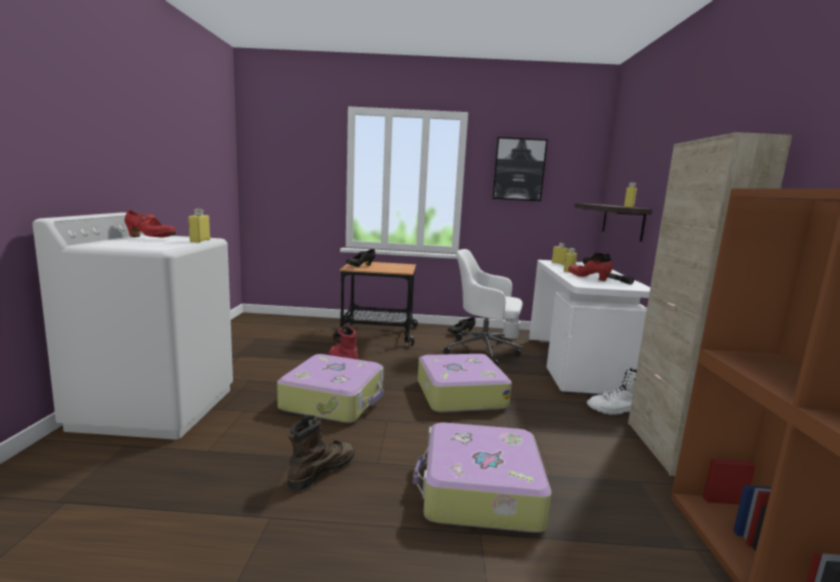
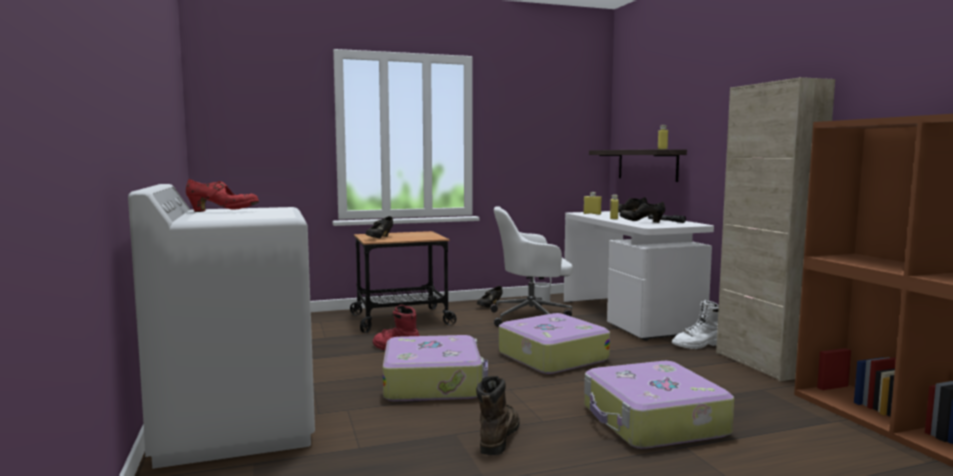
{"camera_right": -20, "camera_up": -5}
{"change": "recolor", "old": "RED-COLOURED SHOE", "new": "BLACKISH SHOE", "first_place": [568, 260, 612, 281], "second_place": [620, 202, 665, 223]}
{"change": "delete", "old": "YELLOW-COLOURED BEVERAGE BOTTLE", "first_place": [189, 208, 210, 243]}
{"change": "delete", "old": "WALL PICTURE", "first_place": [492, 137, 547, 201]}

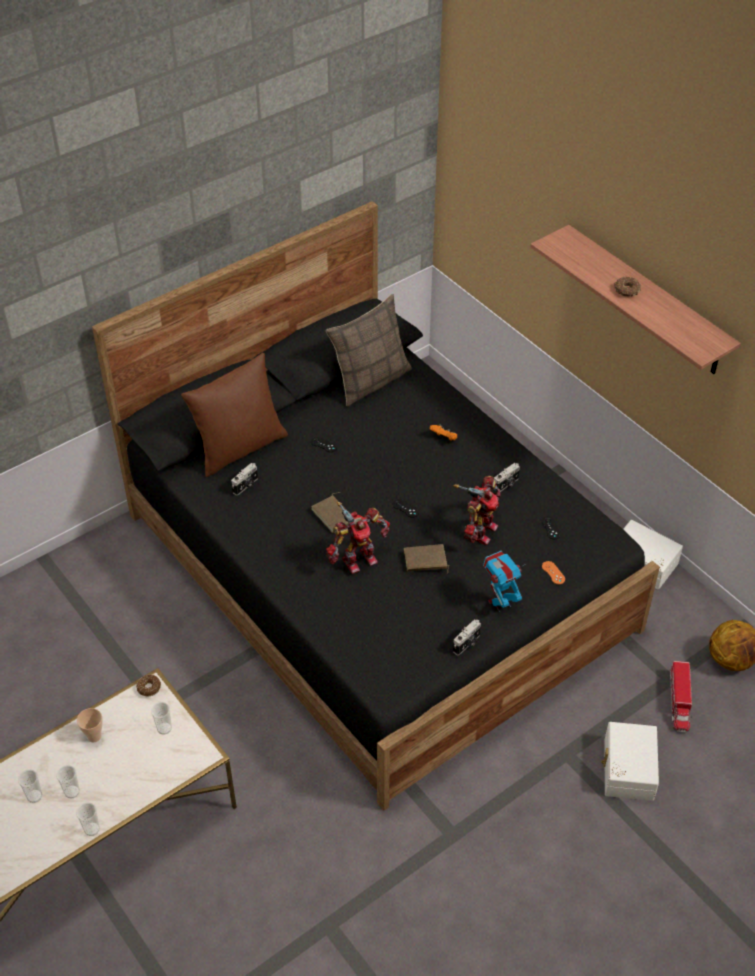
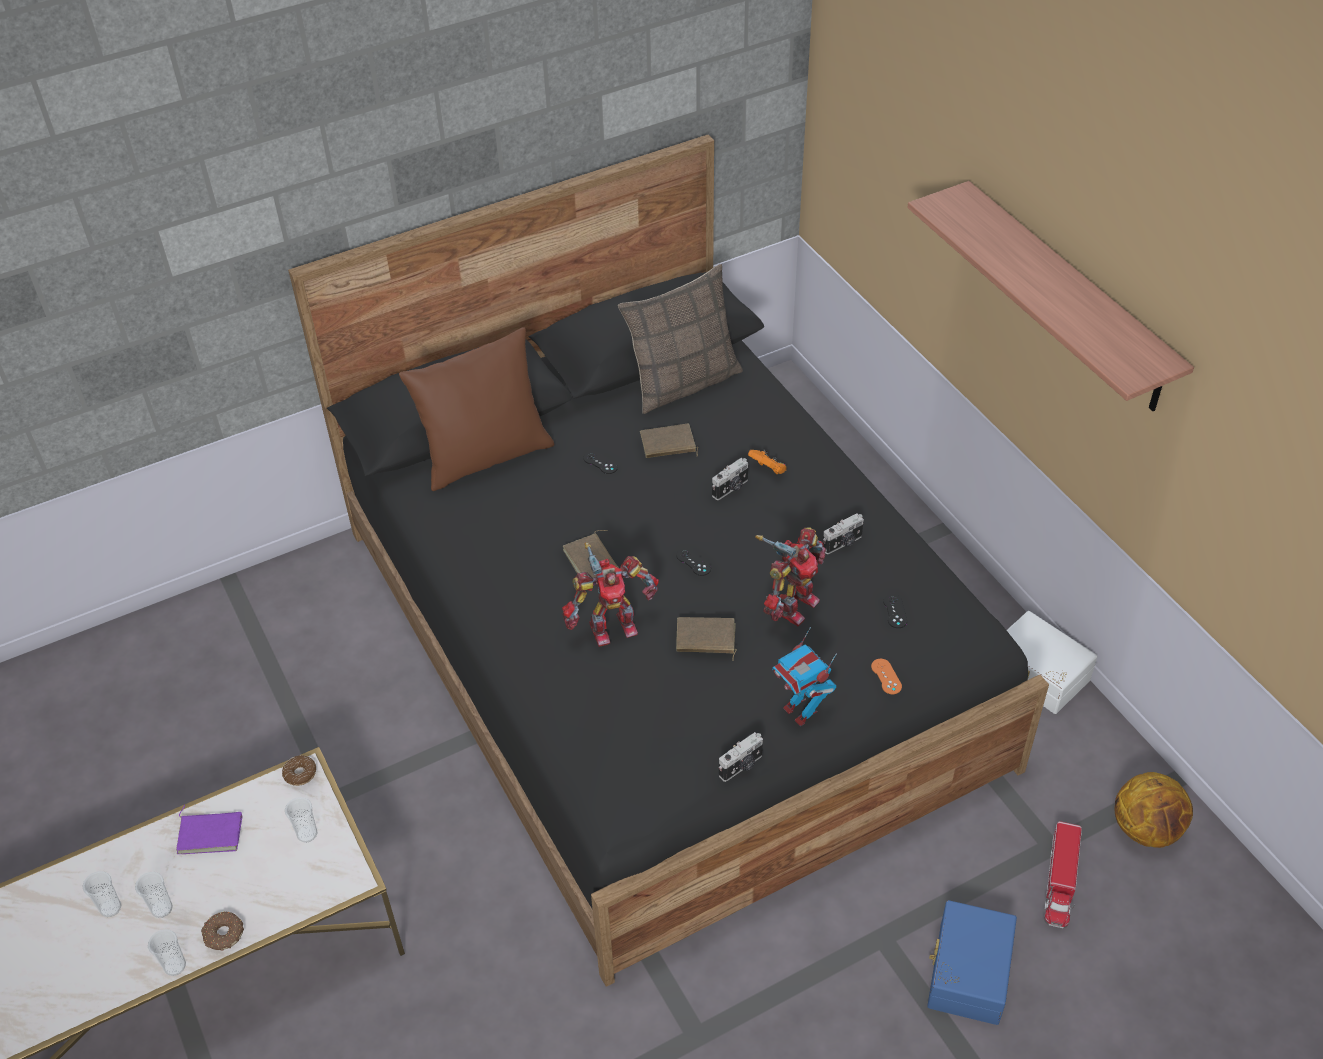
{"camera_right": 10, "camera_up": 0}
{"change": "replace", "old": "CUP", "new": "PURPLE-COLOURED BOOK", "first_place": [77, 708, 103, 742], "second_place": [176, 805, 243, 854]}
{"change": "move", "old": "DOUGHNUT", "first_place": [614, 277, 641, 297], "second_place": [201, 911, 244, 951]}
{"change": "insert", "new": "BROWNISH BOOK", "second_place": [640, 424, 698, 458]}
{"change": "move", "old": "PHOTO CAMERA", "first_place": [231, 463, 258, 496], "second_place": [712, 458, 748, 500]}
{"change": "rotate", "old": "TOY ROBOT", "first_place": [483, 551, 525, 612], "second_place": [772, 627, 837, 726], "degrees": -105}
{"change": "recolor", "old": "WHITISH STORAGE BIN", "new": "BLUE-COLOURED STORAGE BIN", "first_place": [601, 722, 659, 801], "second_place": [927, 900, 1017, 1025]}

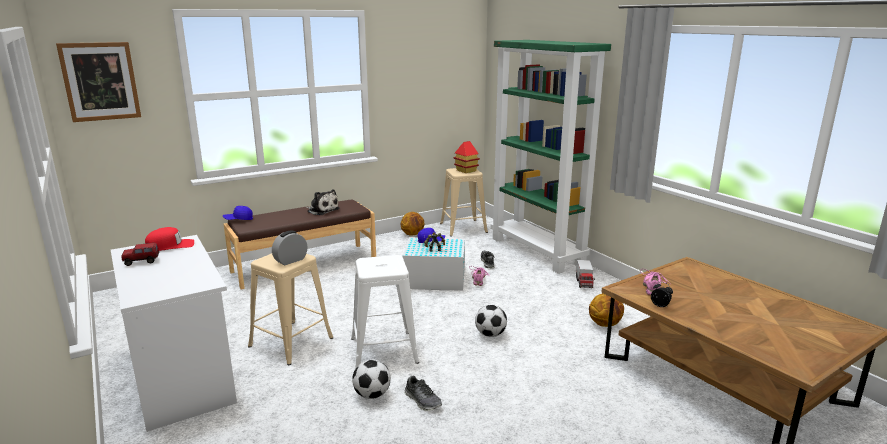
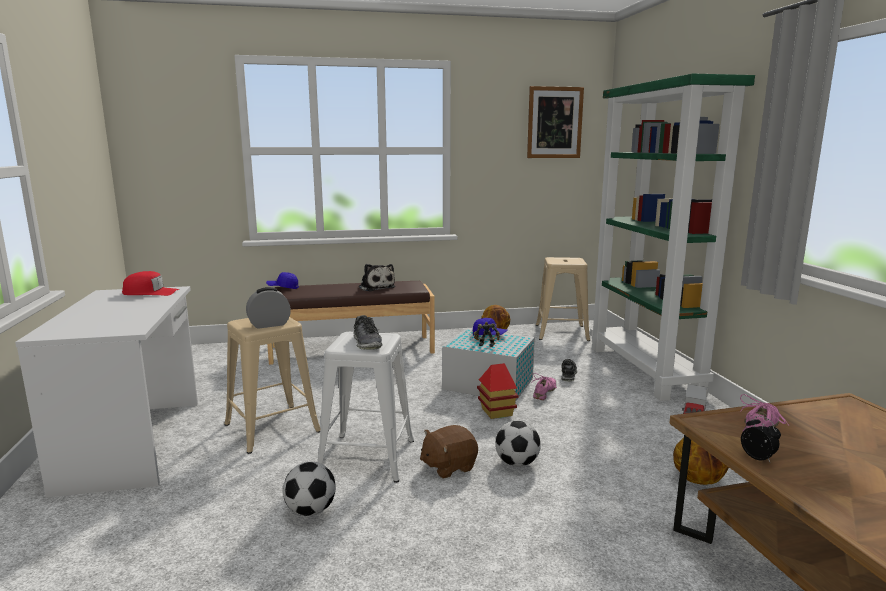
{"camera_right": 20, "camera_up": -5}
{"change": "move", "old": "SHOE", "first_place": [404, 376, 442, 411], "second_place": [353, 315, 383, 350]}
{"change": "insert", "new": "BROWNISH SOFT TOY", "second_place": [420, 425, 478, 479]}
{"change": "move", "old": "TOY HOUSE", "first_place": [453, 141, 480, 173], "second_place": [477, 363, 519, 419]}
{"change": "move", "old": "WALL PICTURE", "first_place": [56, 42, 141, 122], "second_place": [527, 86, 584, 158]}
{"change": "delete", "old": "TOY LORRY", "first_place": [121, 243, 159, 266]}

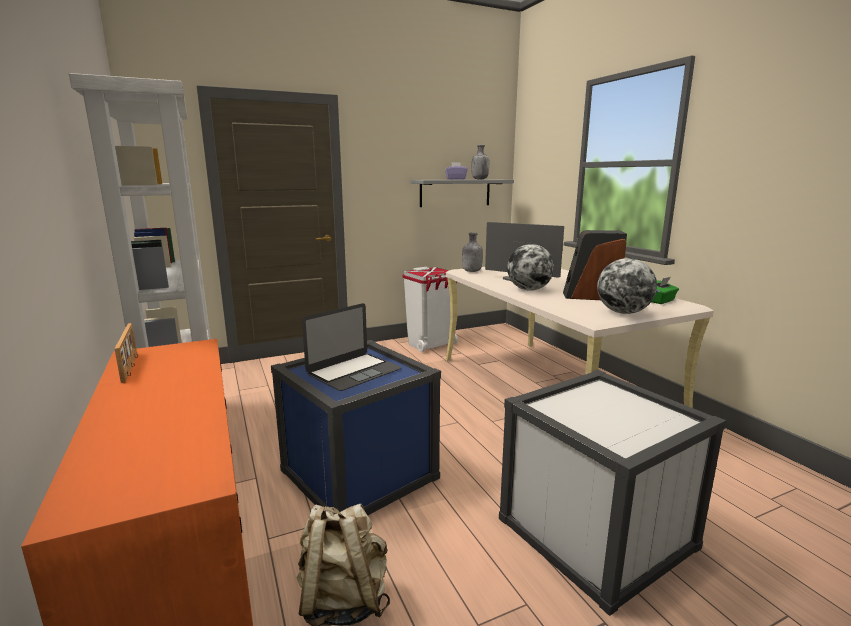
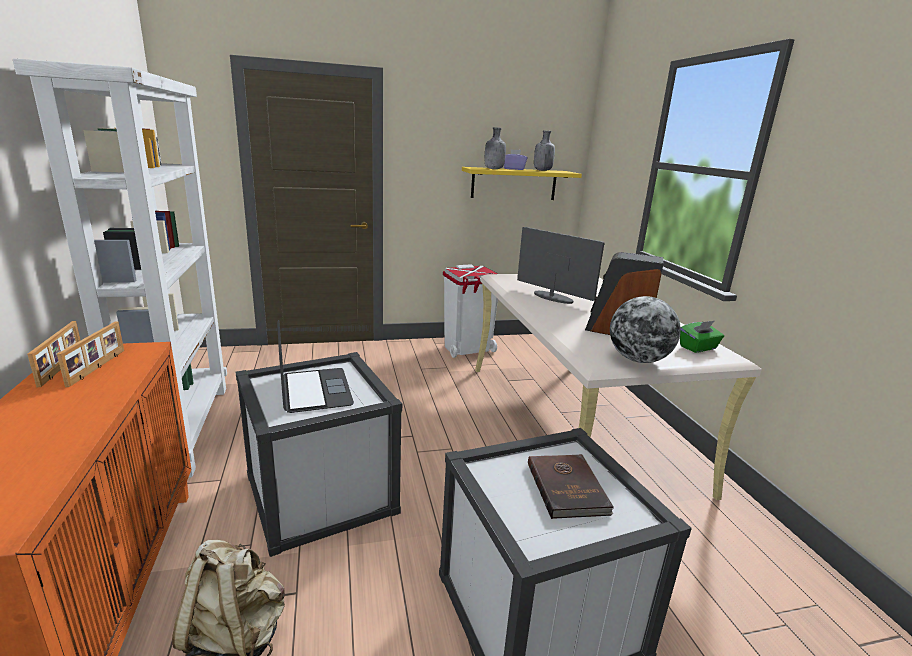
{"camera_right": 10, "camera_up": 5}
{"change": "insert", "new": "STANDING FRAME", "second_place": [57, 321, 124, 387]}
{"change": "recolor", "old": "BLUE-COLOURED STORAGE BIN", "new": "WHITISH STORAGE BIN", "first_place": [271, 340, 441, 515], "second_place": [236, 352, 402, 557]}
{"change": "rotate", "old": "NOTEBOOK COMPUTER", "first_place": [302, 303, 401, 391], "second_place": [277, 320, 354, 413], "degrees": -75}
{"change": "recolor", "old": "GREYISH WALL SHELF", "new": "YELLOW-COLOURED WALL SHELF", "first_place": [410, 180, 514, 207], "second_place": [462, 167, 582, 200]}
{"change": "move", "old": "GREYISH BEVERAGE BOTTLE", "first_place": [462, 233, 483, 272], "second_place": [485, 127, 506, 169]}
{"change": "insert", "new": "BROWNISH BOOK", "second_place": [528, 454, 614, 519]}
{"change": "delete", "old": "GLOBE", "first_place": [507, 244, 554, 291]}

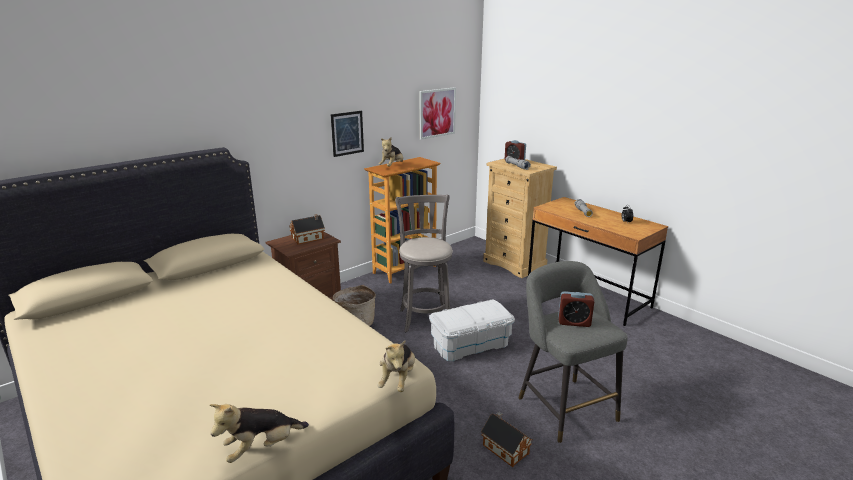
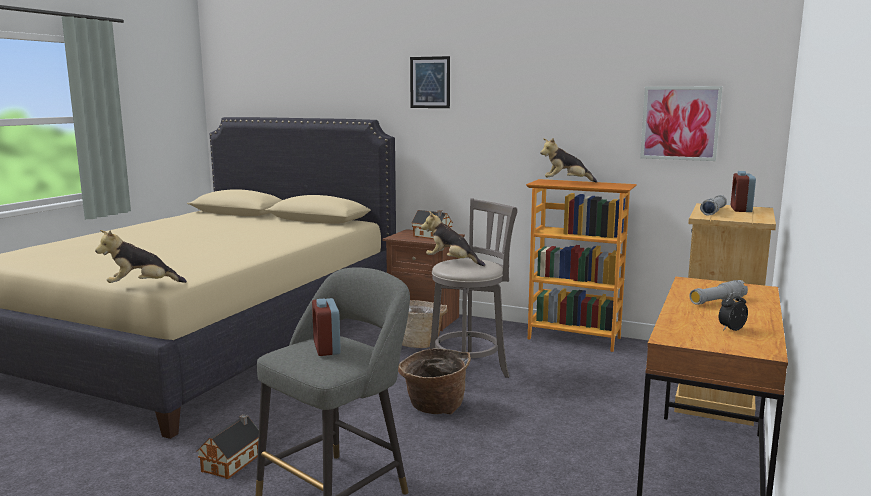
{"camera_right": 65, "camera_up": -10}
{"change": "replace", "old": "WHITISH STORAGE BIN", "new": "BASKET", "first_place": [429, 299, 515, 361], "second_place": [398, 348, 471, 414]}
{"change": "move", "old": "WALL PICTURE", "first_place": [331, 111, 364, 157], "second_place": [410, 56, 450, 108]}
{"change": "move", "old": "SOFT TOY", "first_place": [210, 404, 309, 463], "second_place": [421, 211, 485, 266]}

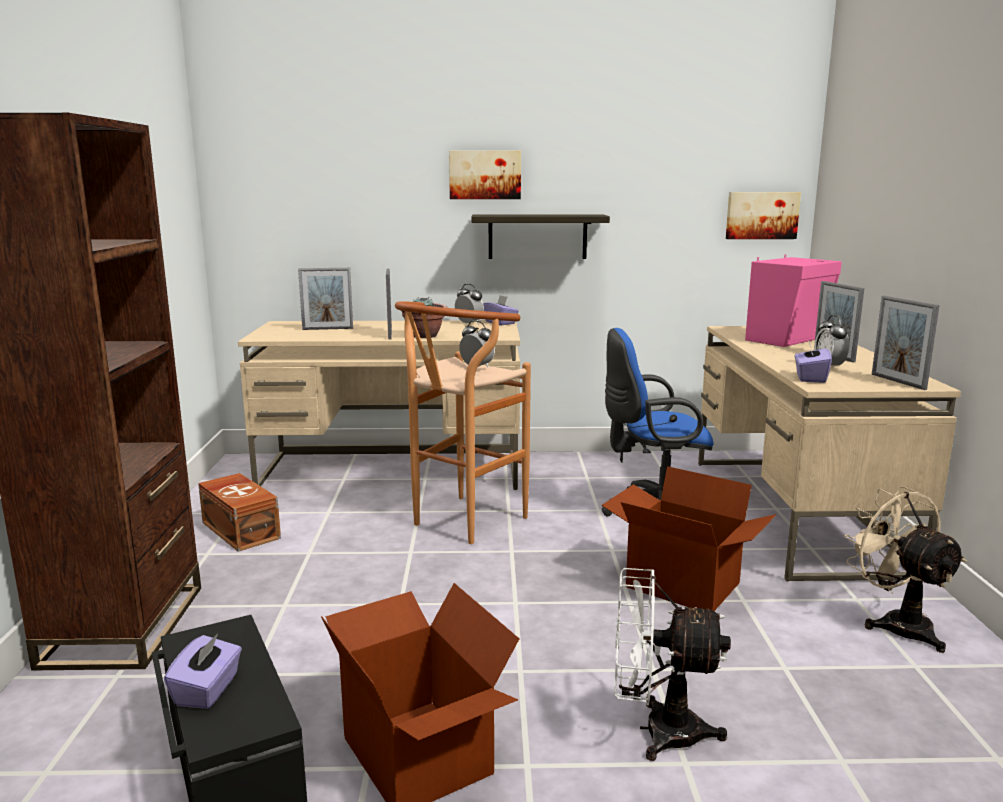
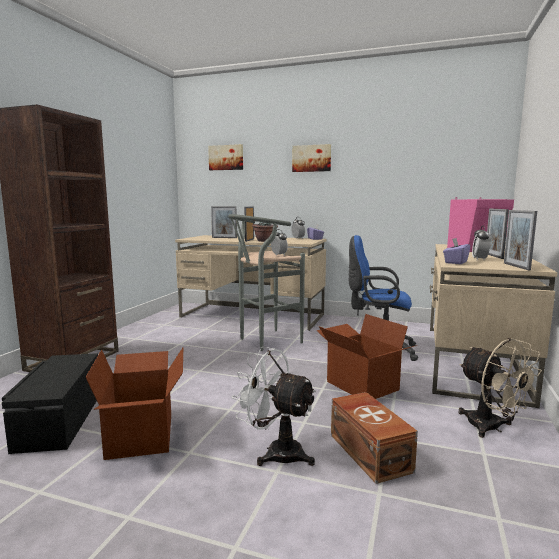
{"camera_right": 20, "camera_up": -5}
{"change": "move", "old": "WALL PICTURE", "first_place": [726, 192, 801, 239], "second_place": [208, 144, 243, 170]}
{"change": "recolor", "old": "BROWNISH STOOL SEAT", "new": "GREYISH STOOL SEAT", "first_place": [395, 301, 531, 544], "second_place": [228, 214, 305, 351]}
{"change": "move", "old": "BROWNISH STORAGE BIN", "first_place": [198, 473, 281, 552], "second_place": [331, 392, 418, 484]}
{"change": "rotate", "old": "BEIGE ELECTRIC FAN", "first_place": [844, 486, 967, 653], "second_place": [459, 338, 542, 438], "degrees": 150}
{"change": "delete", "old": "PURPLE-COLOURED BOX OF TISSUES", "first_place": [164, 633, 242, 709]}
{"change": "delete", "old": "WALL SHELF", "first_place": [471, 214, 610, 259]}

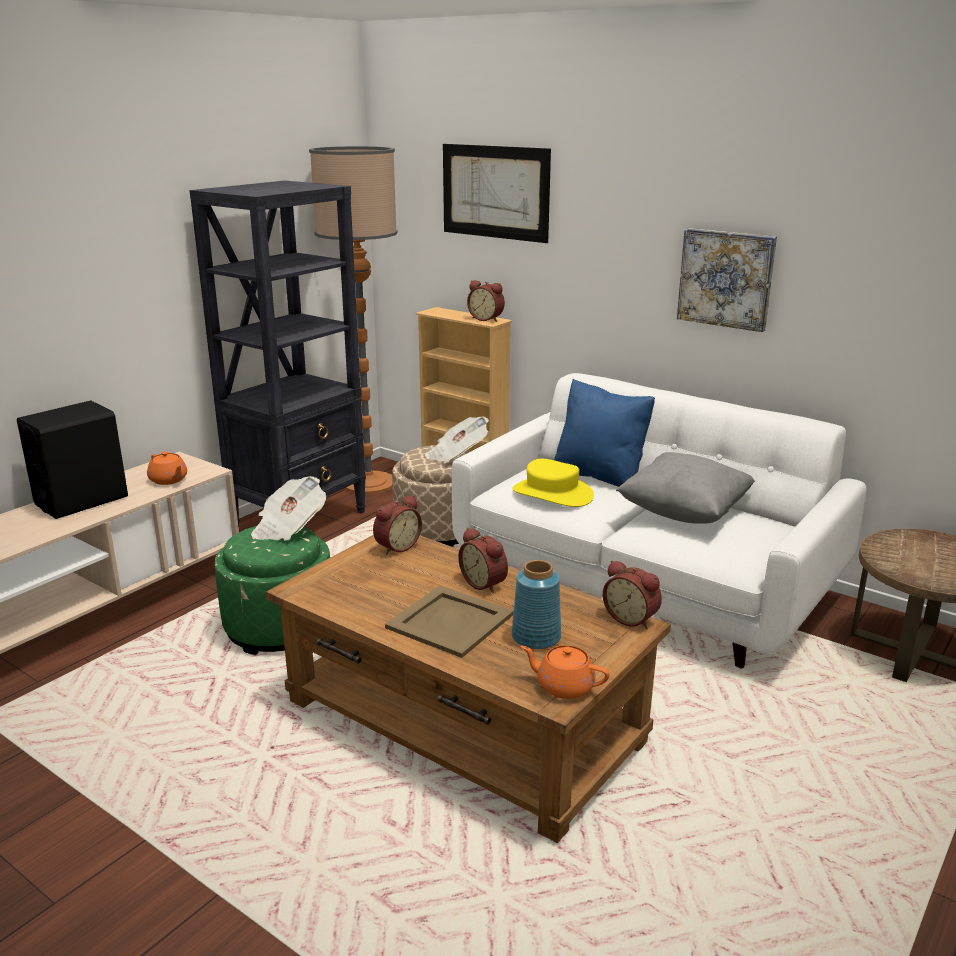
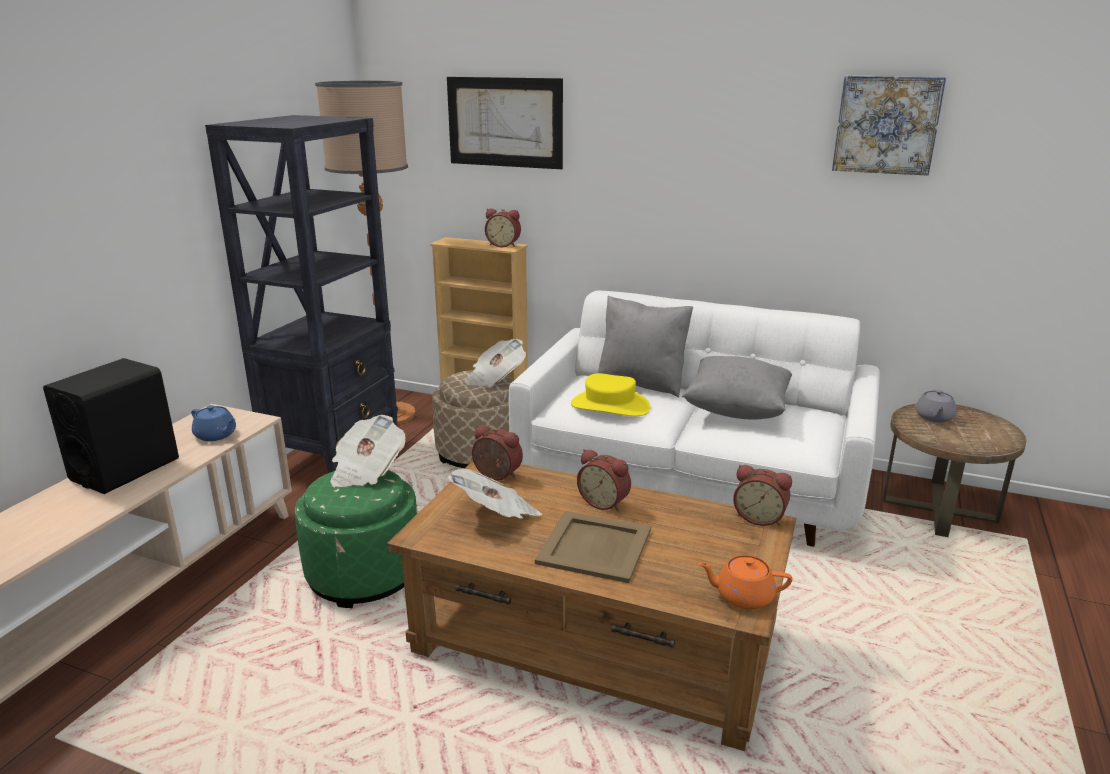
{"camera_right": -15, "camera_up": 0}
{"change": "recolor", "old": "ORANGE TEAPOT", "new": "BLUE-COLOURED TEAPOT", "first_place": [147, 451, 187, 485], "second_place": [191, 405, 236, 441]}
{"change": "insert", "new": "PRINTED PAPER", "second_place": [447, 469, 542, 519]}
{"change": "rotate", "old": "ALARM CLOCK", "first_place": [373, 495, 422, 555], "second_place": [472, 425, 523, 481], "degrees": -90}
{"change": "recolor", "old": "BLUE-COLOURED THROW PILLOW", "new": "GREYISH THROW PILLOW", "first_place": [554, 379, 655, 487], "second_place": [598, 296, 693, 397]}
{"change": "move", "old": "WALL PICTURE", "first_place": [677, 228, 777, 332], "second_place": [832, 75, 946, 176]}
{"change": "insert", "new": "GREYISH TEAPOT", "second_place": [916, 389, 956, 423]}
{"change": "delete", "old": "BLUE-COLOURED FLOWER VASE", "first_place": [512, 560, 561, 649]}

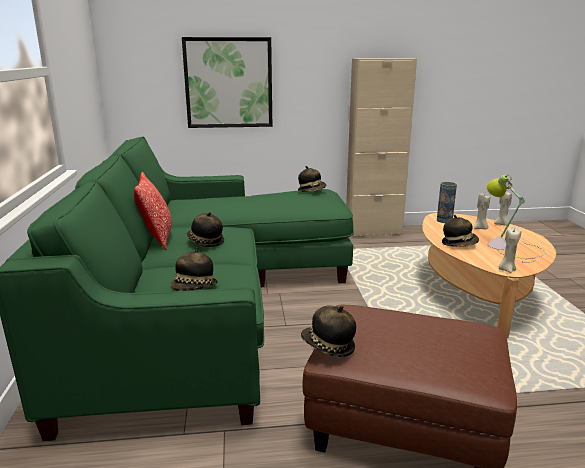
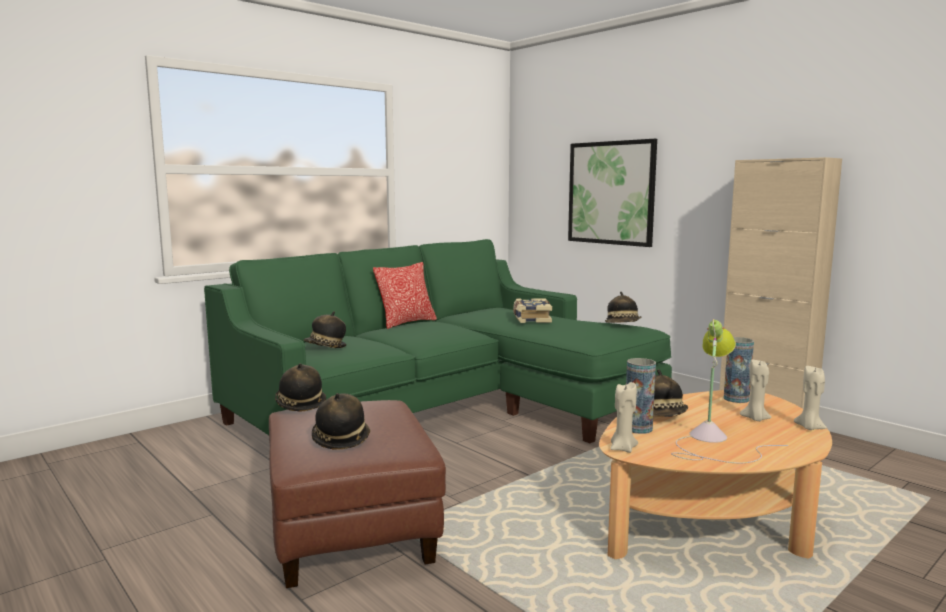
{"camera_right": 55, "camera_up": -10}
{"change": "move", "old": "HAT", "first_place": [187, 212, 225, 247], "second_place": [312, 393, 370, 450]}
{"change": "insert", "new": "BOOK", "second_place": [513, 299, 552, 323]}
{"change": "insert", "new": "FLOWER VASE", "second_place": [626, 358, 656, 434]}

